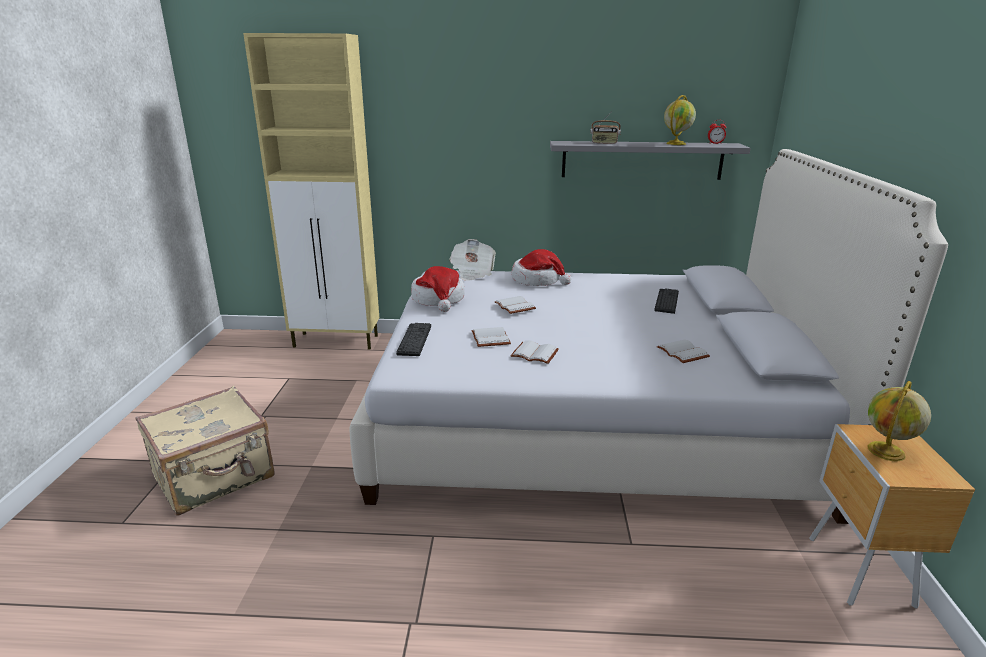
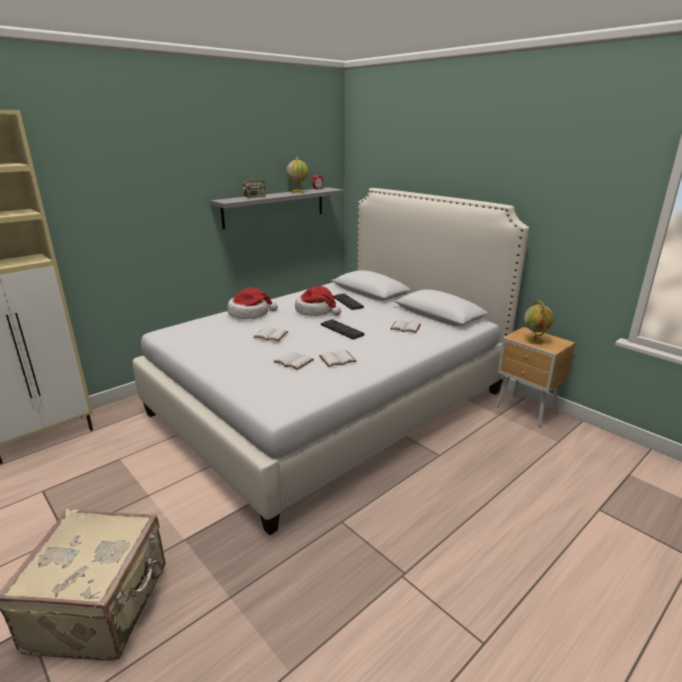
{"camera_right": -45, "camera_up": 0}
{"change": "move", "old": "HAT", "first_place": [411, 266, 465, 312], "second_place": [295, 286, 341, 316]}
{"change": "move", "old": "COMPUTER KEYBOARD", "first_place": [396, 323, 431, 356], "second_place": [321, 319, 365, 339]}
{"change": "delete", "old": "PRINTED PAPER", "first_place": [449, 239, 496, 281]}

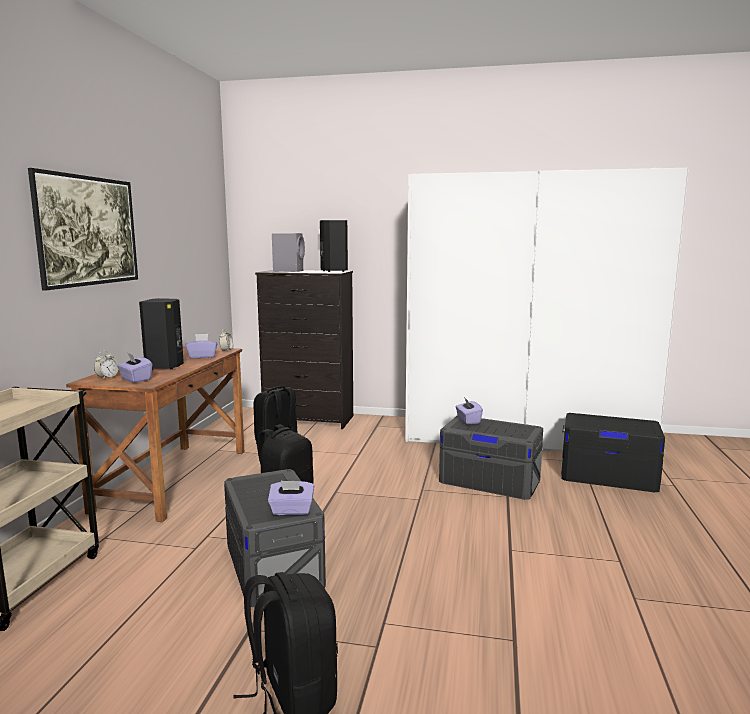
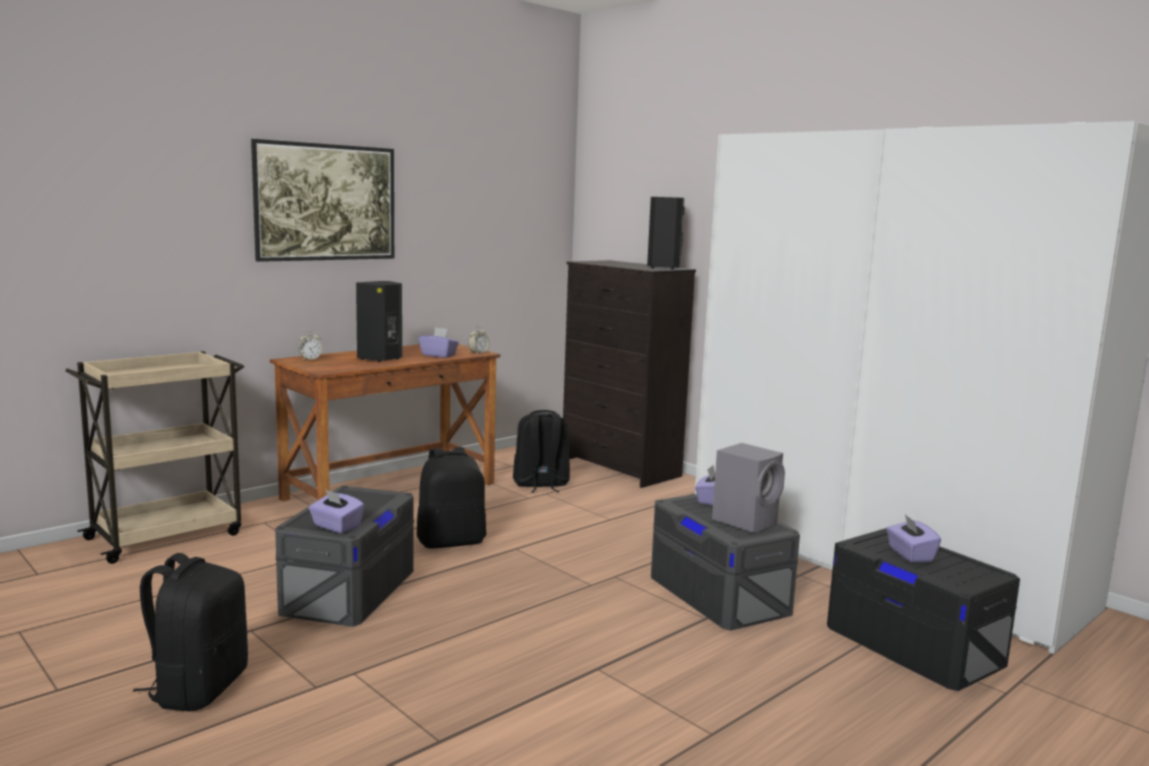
{"camera_right": 35, "camera_up": 0}
{"change": "move", "old": "GREYISH SPEAKER", "first_place": [272, 233, 305, 272], "second_place": [712, 443, 785, 533]}
{"change": "move", "old": "PURPLE-COLOURED BOX OF TISSUES", "first_place": [117, 353, 152, 383], "second_place": [886, 515, 941, 562]}

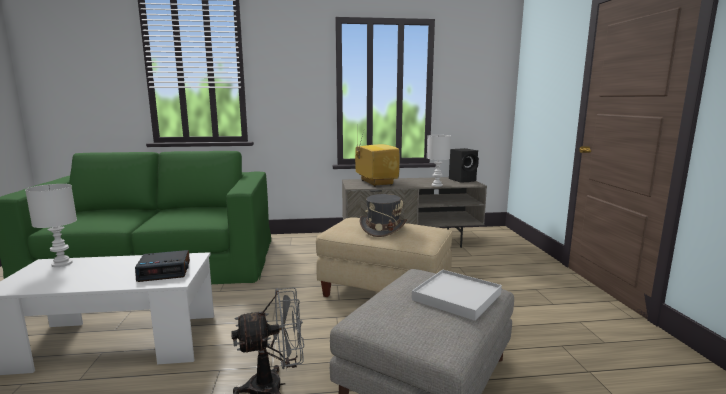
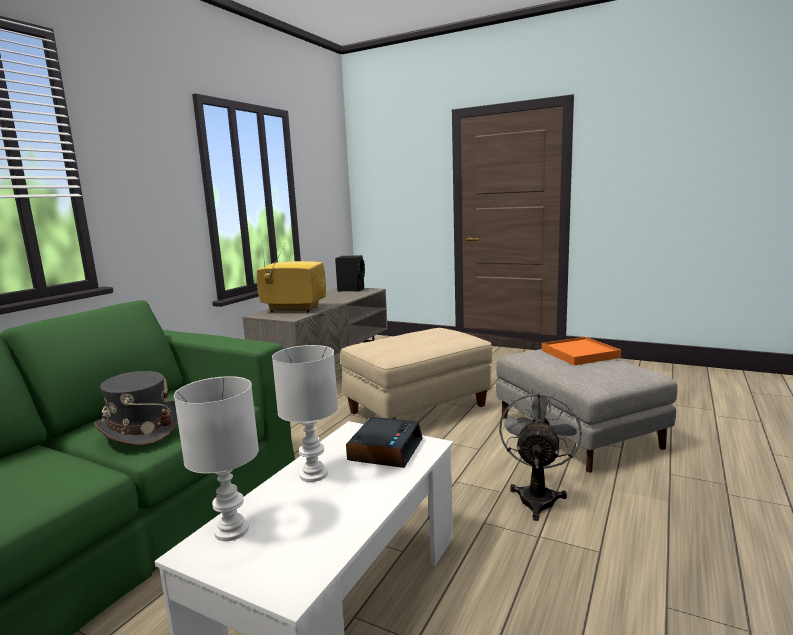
{"camera_right": -55, "camera_up": 0}
{"change": "move", "old": "GREYISH HAT", "first_place": [360, 194, 407, 237], "second_place": [94, 371, 178, 446]}
{"change": "move", "old": "WHITISH TABLE LAMP", "first_place": [427, 135, 451, 187], "second_place": [272, 345, 338, 482]}
{"change": "recolor", "old": "WHITISH TRAY", "new": "ORANGE TRAY", "first_place": [412, 270, 502, 321], "second_place": [542, 337, 621, 365]}

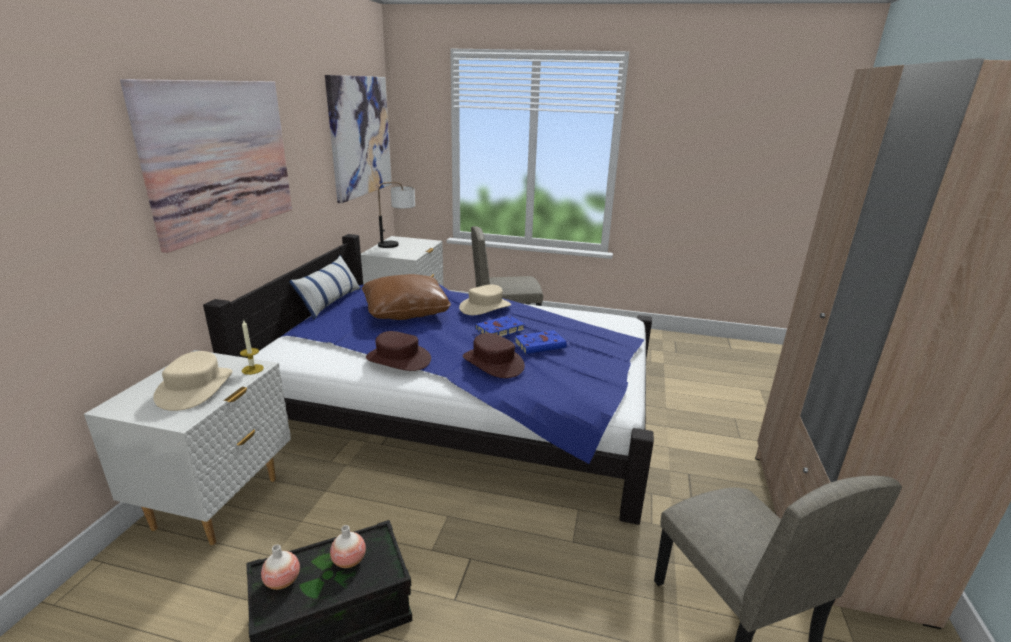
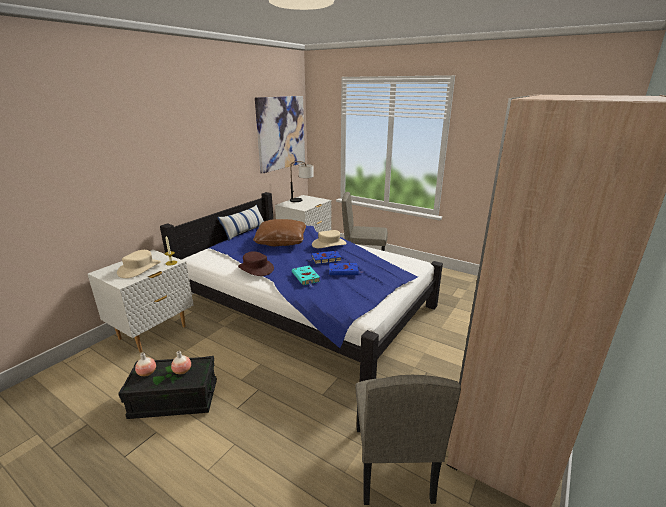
{"camera_right": 20, "camera_up": 0}
{"change": "replace", "old": "BROWNISH HAT", "new": "TURQUOISE BOOK", "first_place": [463, 333, 525, 378], "second_place": [292, 266, 320, 287]}
{"change": "delete", "old": "WALL PICTURE", "first_place": [120, 79, 292, 253]}

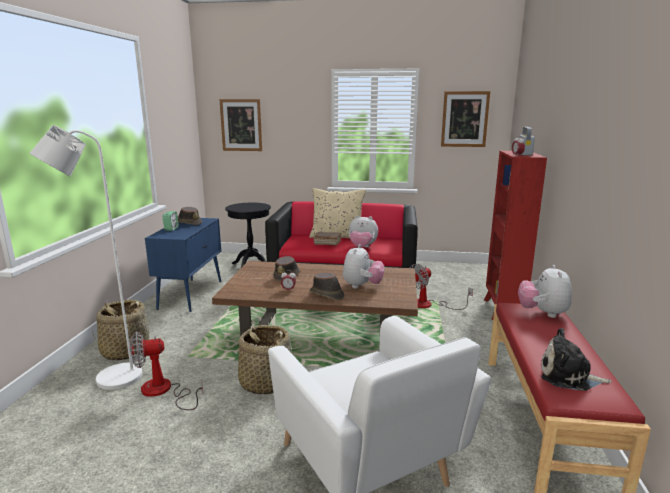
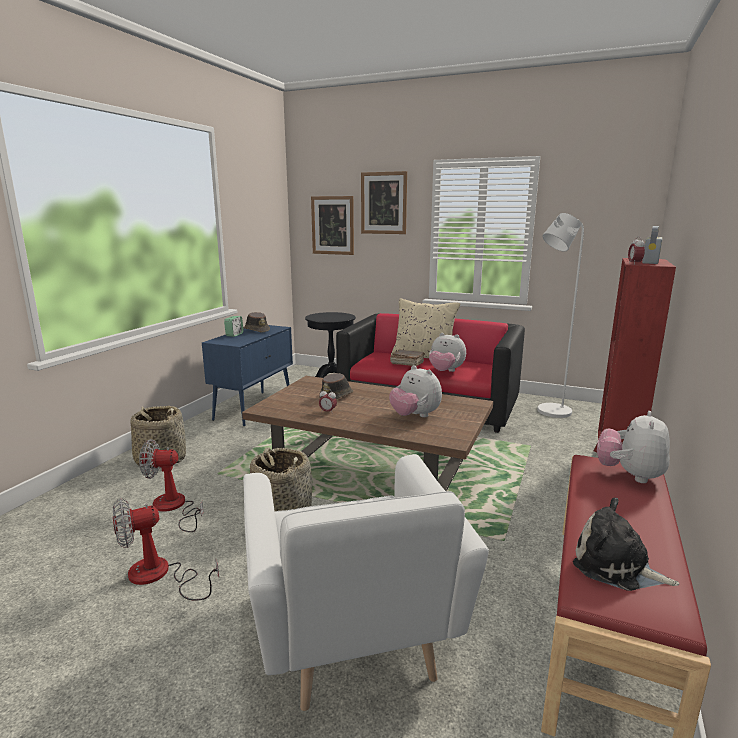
{"camera_right": 15, "camera_up": 0}
{"change": "move", "old": "ELECTRIC FAN", "first_place": [410, 264, 473, 310], "second_place": [113, 498, 219, 601]}
{"change": "move", "old": "WALL PICTURE", "first_place": [441, 91, 490, 147], "second_place": [361, 171, 407, 234]}
{"change": "rotate", "old": "SOFT TOY", "first_place": [343, 244, 385, 289], "second_place": [389, 365, 442, 417], "degrees": 105}
{"change": "move", "old": "WHITISH FLOOR LAMP", "first_place": [29, 125, 143, 390], "second_place": [537, 213, 584, 418]}
{"change": "delete", "old": "BROWNISH HAT", "first_place": [309, 273, 345, 300]}

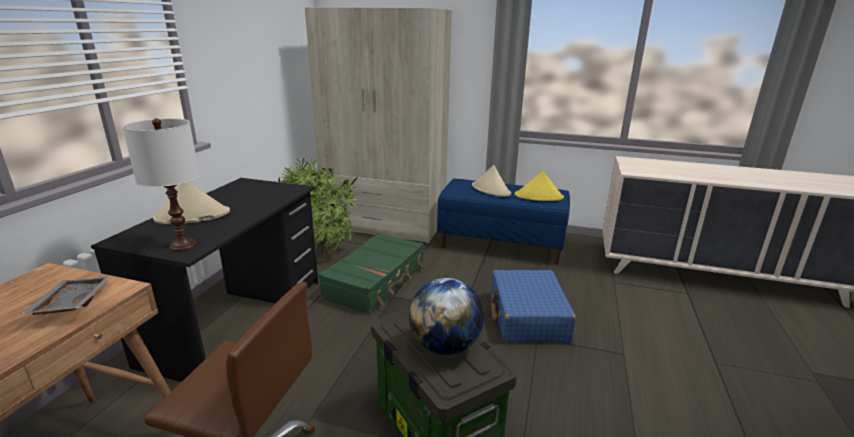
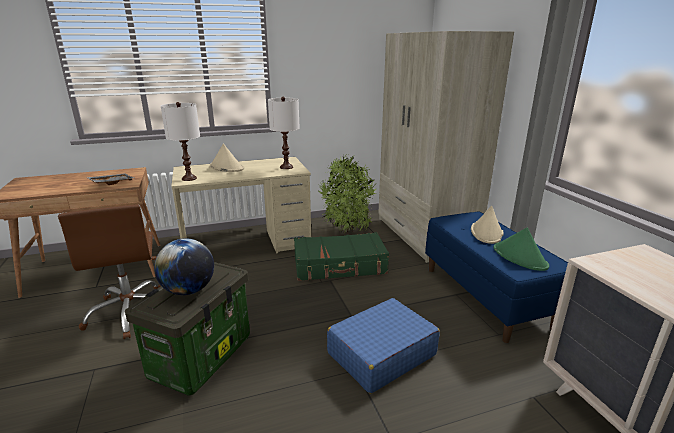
{"camera_right": 55, "camera_up": 0}
{"change": "recolor", "old": "BLACKISH DESK", "new": "BEIGE DESK", "first_place": [91, 178, 318, 382], "second_place": [171, 157, 311, 254]}
{"change": "insert", "new": "WHITISH TABLE LAMP", "second_place": [268, 97, 300, 169]}
{"change": "recolor", "old": "YELLOW-COLOURED HAT", "new": "GREEN HAT", "first_place": [515, 171, 564, 201], "second_place": [493, 228, 549, 271]}

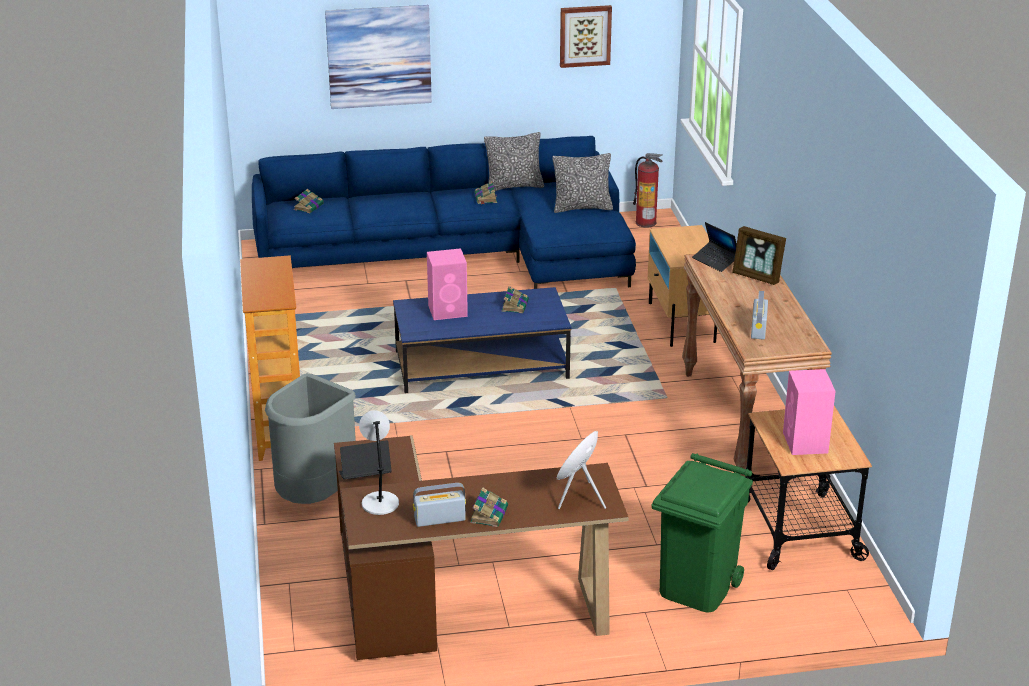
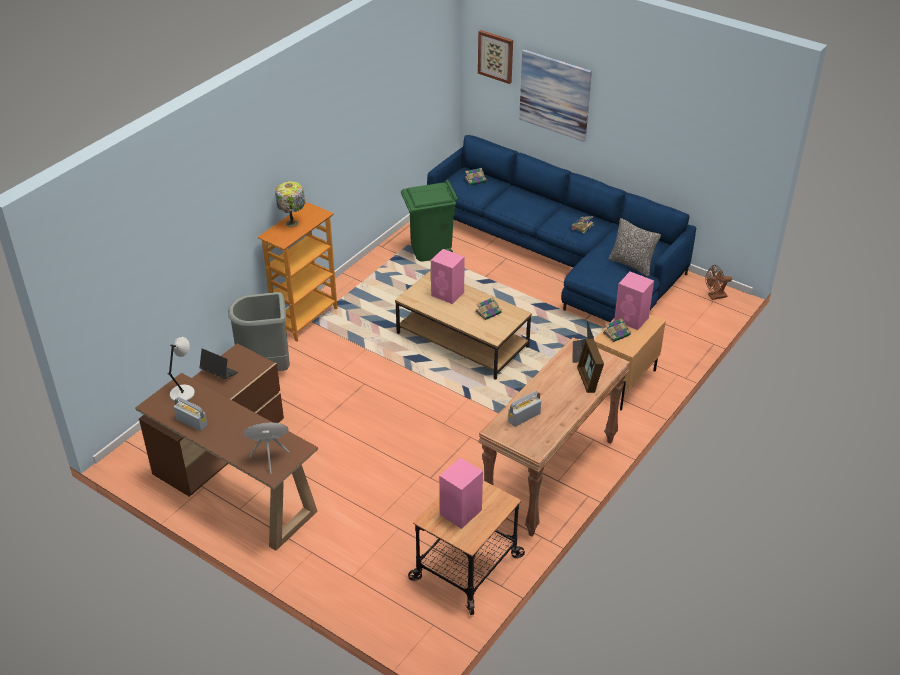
{"camera_right": 45, "camera_up": 10}
{"change": "insert", "new": "TABLE LAMP", "second_place": [275, 181, 306, 227]}
{"change": "recolor", "old": "BLUE-COLOURED COFFEE TABLE", "new": "BROWNISH COFFEE TABLE", "first_place": [393, 287, 571, 393], "second_place": [395, 270, 532, 380]}
{"change": "move", "old": "GREEN TRASH CAN", "first_place": [651, 453, 753, 613], "second_place": [401, 180, 458, 261]}
{"change": "move", "old": "WALL PICTURE", "first_place": [560, 5, 612, 68], "second_place": [478, 30, 513, 84]}
{"change": "move", "old": "BOOK", "first_place": [470, 487, 508, 527], "second_place": [603, 318, 632, 342]}
{"change": "insert", "new": "PINKISH SPEAKER", "second_place": [614, 272, 654, 330]}
{"change": "replace", "old": "EXTINGUISHER", "new": "BROWNISH ELECTRIC FAN", "first_place": [633, 153, 663, 228], "second_place": [705, 265, 732, 300]}
{"change": "delete", "old": "THROW PILLOW", "first_place": [484, 132, 544, 191]}

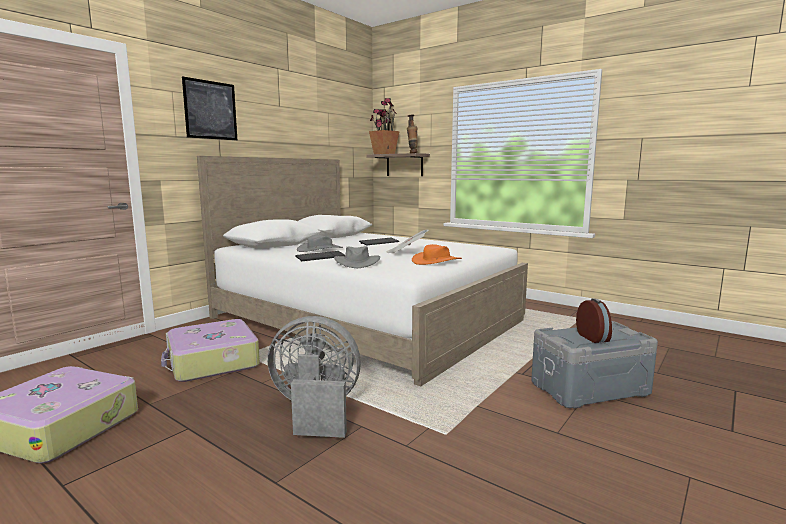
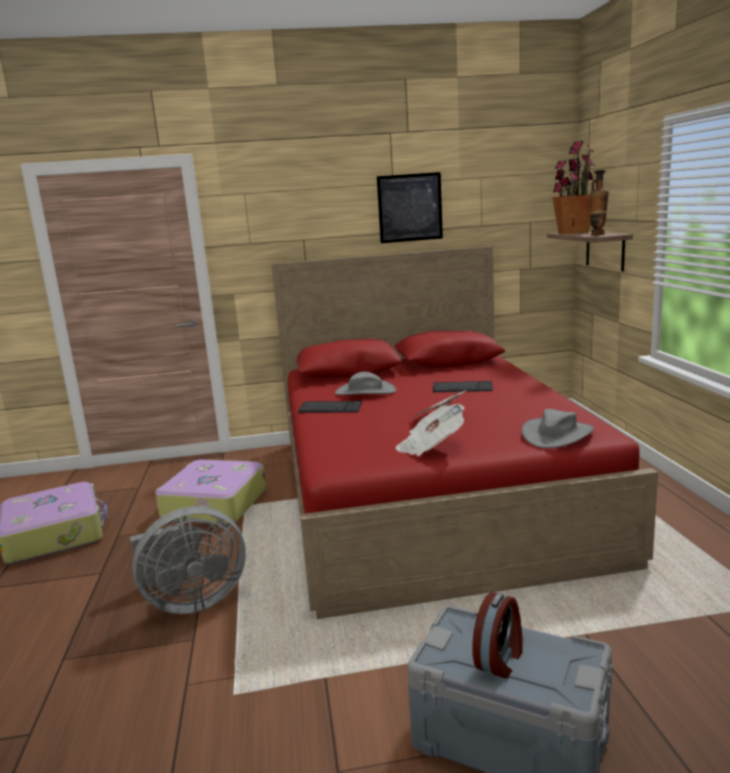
{"camera_right": 45, "camera_up": 5}
{"change": "rotate", "old": "GREYISH ELECTRIC FAN", "first_place": [268, 316, 361, 438], "second_place": [130, 506, 246, 614], "degrees": 105}
{"change": "recolor", "old": "WHITISH BEDROOM BED", "new": "RED-COLOURED BEDROOM BED", "first_place": [197, 156, 528, 386], "second_place": [272, 246, 658, 619]}
{"change": "move", "old": "WALL PICTURE", "first_place": [182, 76, 237, 140], "second_place": [377, 172, 443, 243]}
{"change": "replace", "old": "ORANGE HAT", "new": "PRINTED PAPER", "first_place": [412, 244, 462, 265], "second_place": [396, 404, 465, 456]}
{"change": "move", "old": "GREYISH HAT", "first_place": [334, 246, 380, 268], "second_place": [522, 409, 594, 448]}

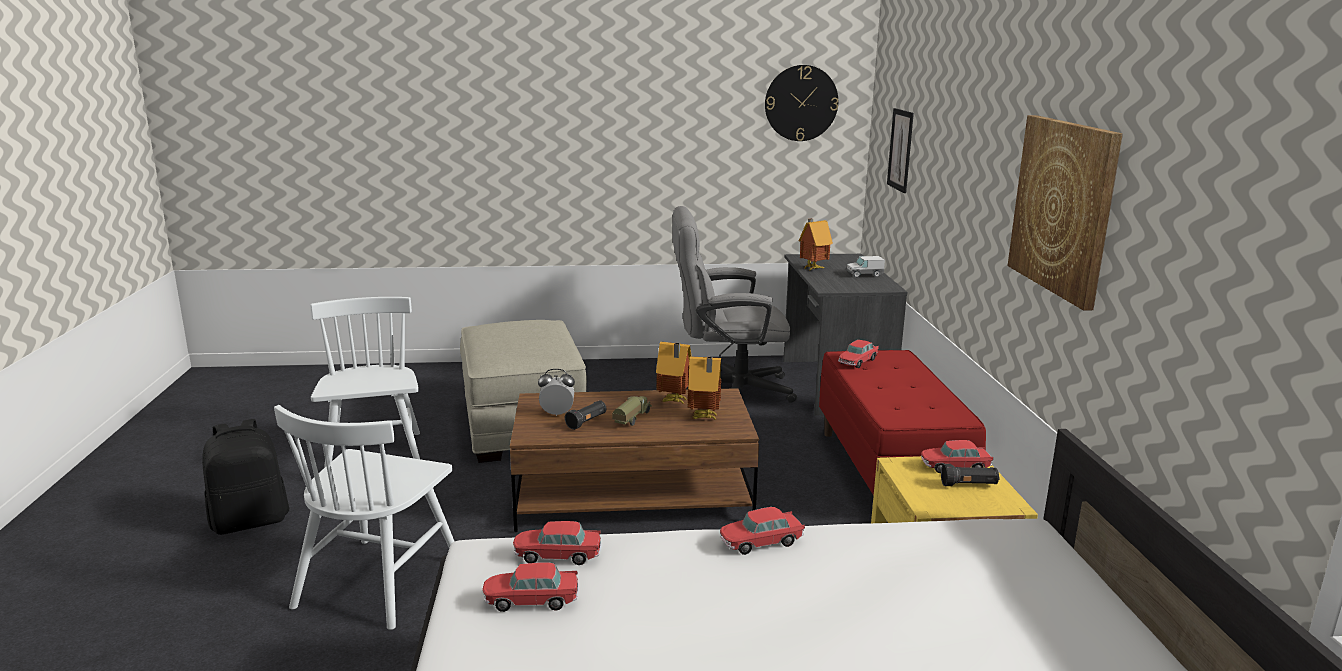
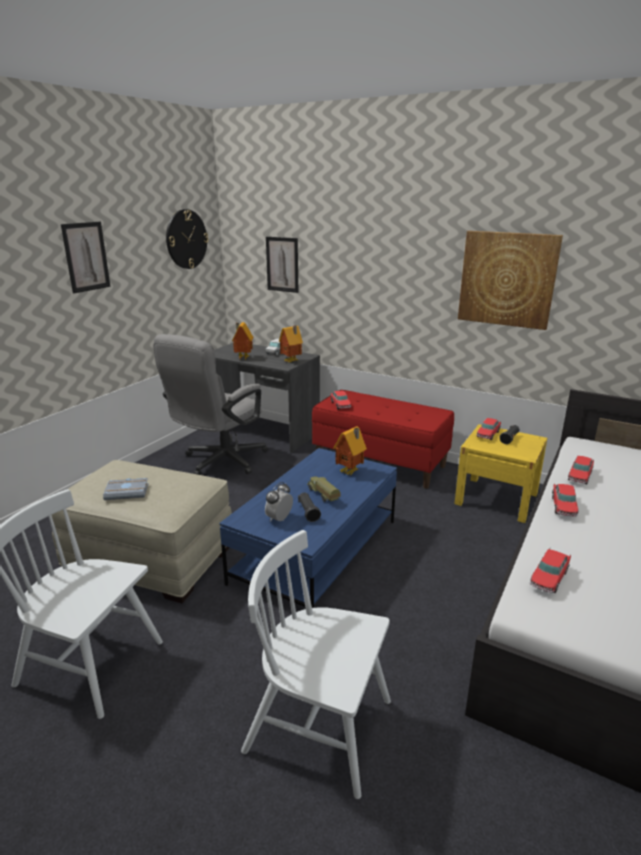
{"camera_right": -55, "camera_up": 5}
{"change": "insert", "new": "WALL PICTURE", "second_place": [61, 222, 111, 293]}
{"change": "insert", "new": "GREYISH BOOK", "second_place": [103, 478, 149, 500]}
{"change": "recolor", "old": "BROWNISH COFFEE TABLE", "new": "BLUE-COLOURED COFFEE TABLE", "first_place": [510, 388, 759, 532], "second_place": [219, 448, 397, 608]}
{"change": "rotate", "old": "WHITISH PLAIN CHAIR", "first_place": [274, 405, 455, 630], "second_place": [241, 530, 391, 799], "degrees": 150}
{"change": "move", "old": "TOY HOUSE", "first_place": [656, 342, 692, 404], "second_place": [279, 325, 303, 363]}
{"change": "move", "old": "MINIATURE CAR", "first_place": [482, 562, 579, 612], "second_place": [568, 456, 594, 484]}
{"change": "delete", "old": "BLACKISH RUCKSACK", "first_place": [202, 419, 289, 535]}

